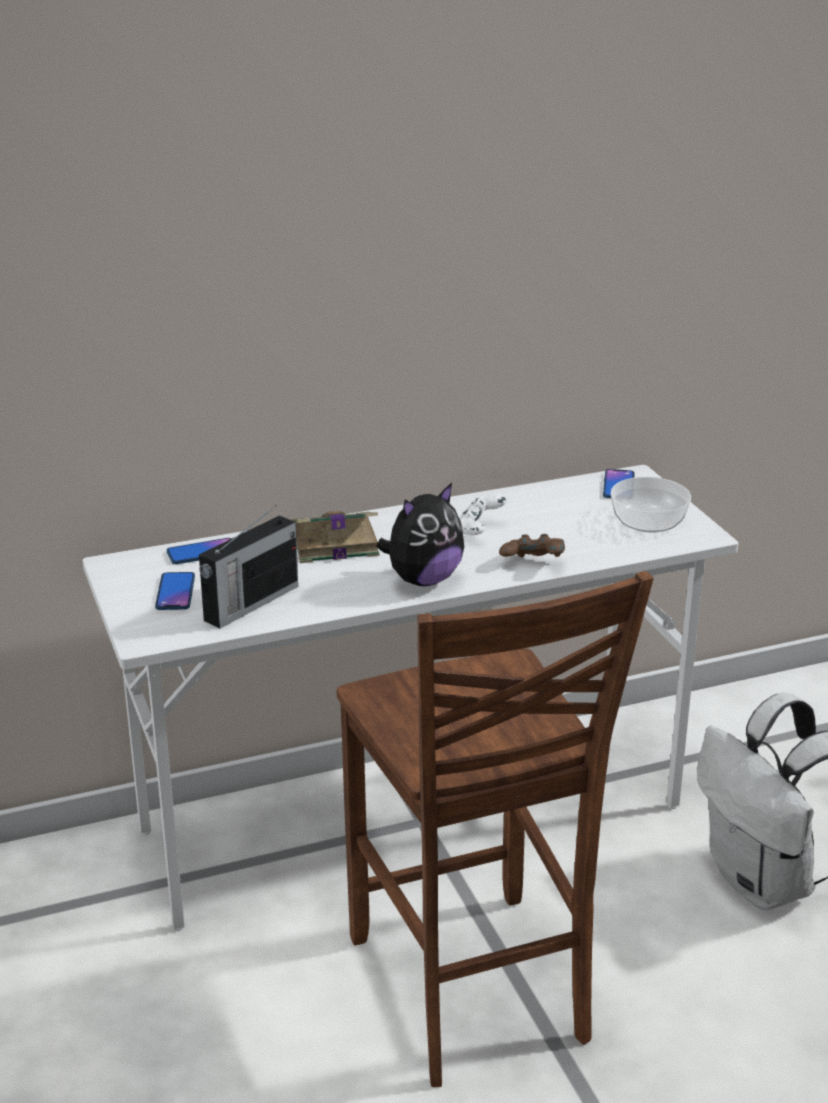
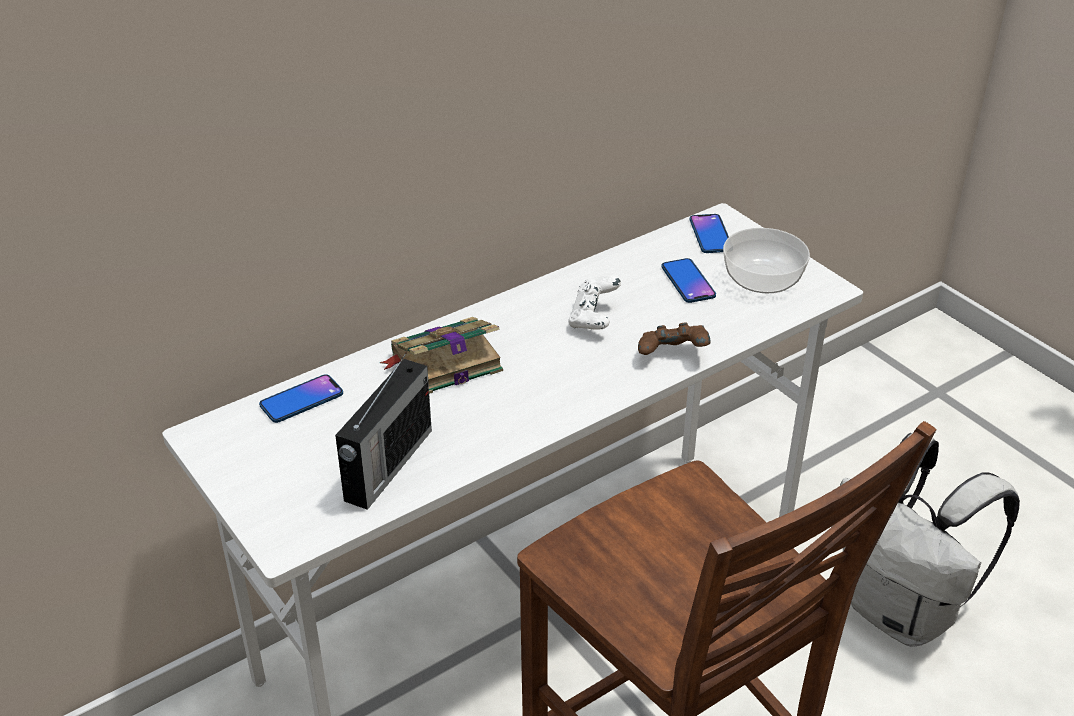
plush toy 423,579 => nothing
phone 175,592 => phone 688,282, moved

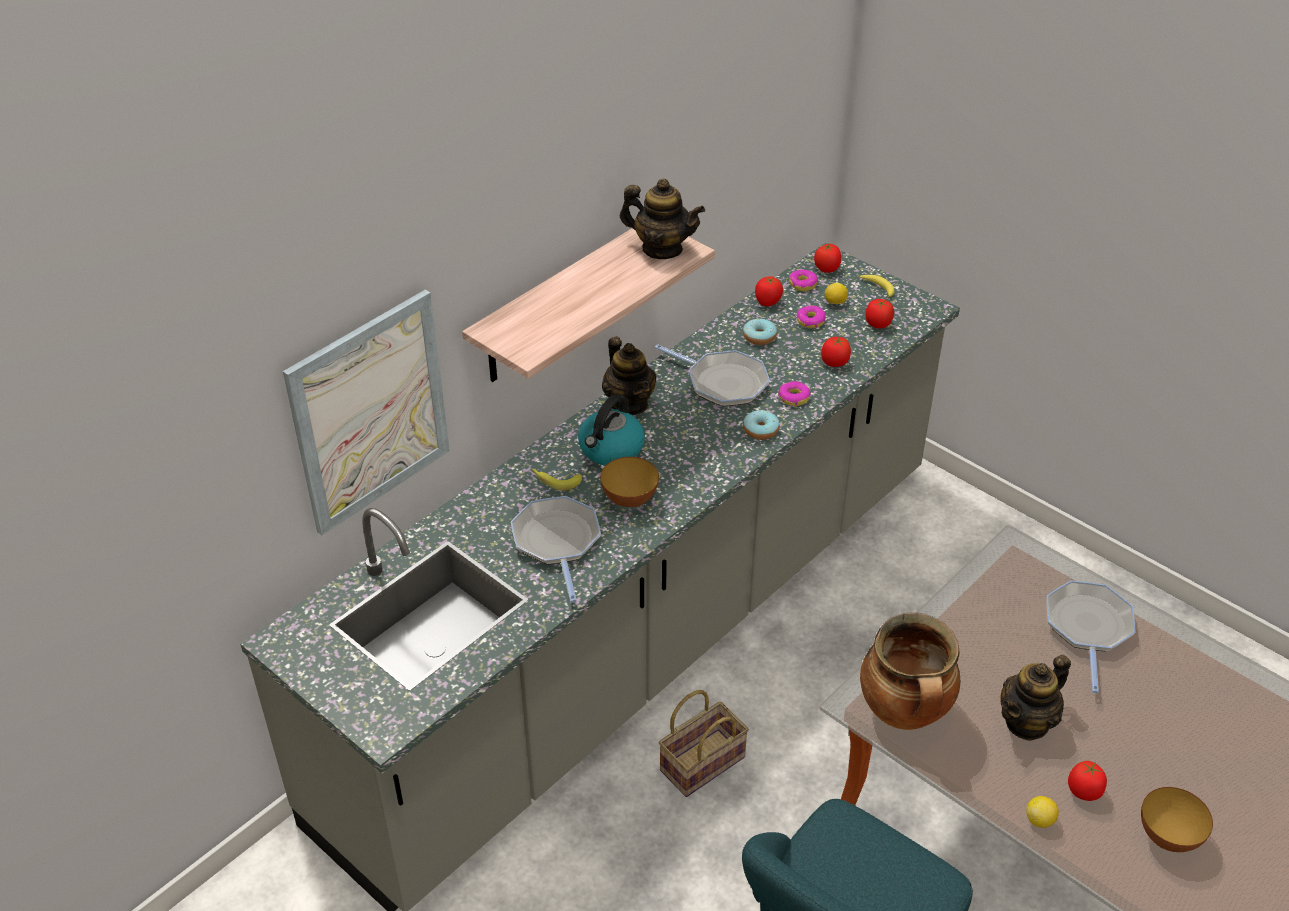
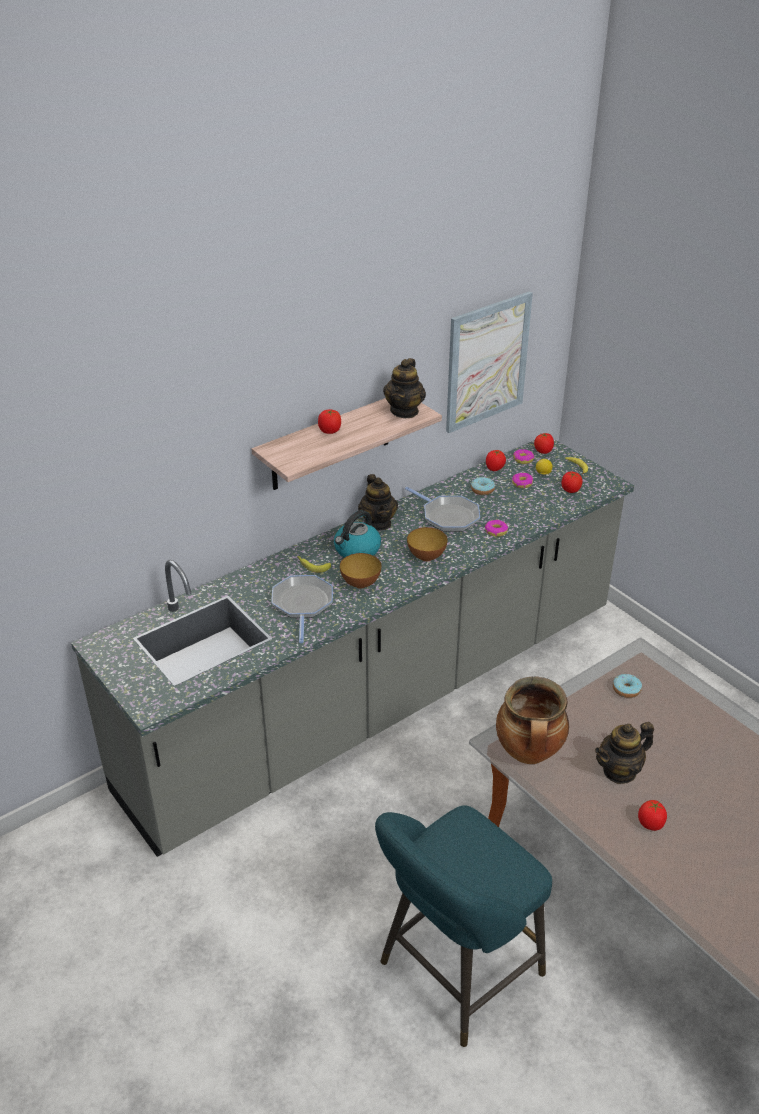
teapot 662,249 => teapot 404,411, 75 degrees clockwise
picture 370,412 => picture 487,362, moved
tomato 834,363 => tomato 329,431, moved
donut 760,430 => donut 626,690, moved
frying pan 1088,628 => nothing
basket 703,761 => nothing
bowl 1168,837 => bowl 426,557, moved
lemon 1040,820 => nothing

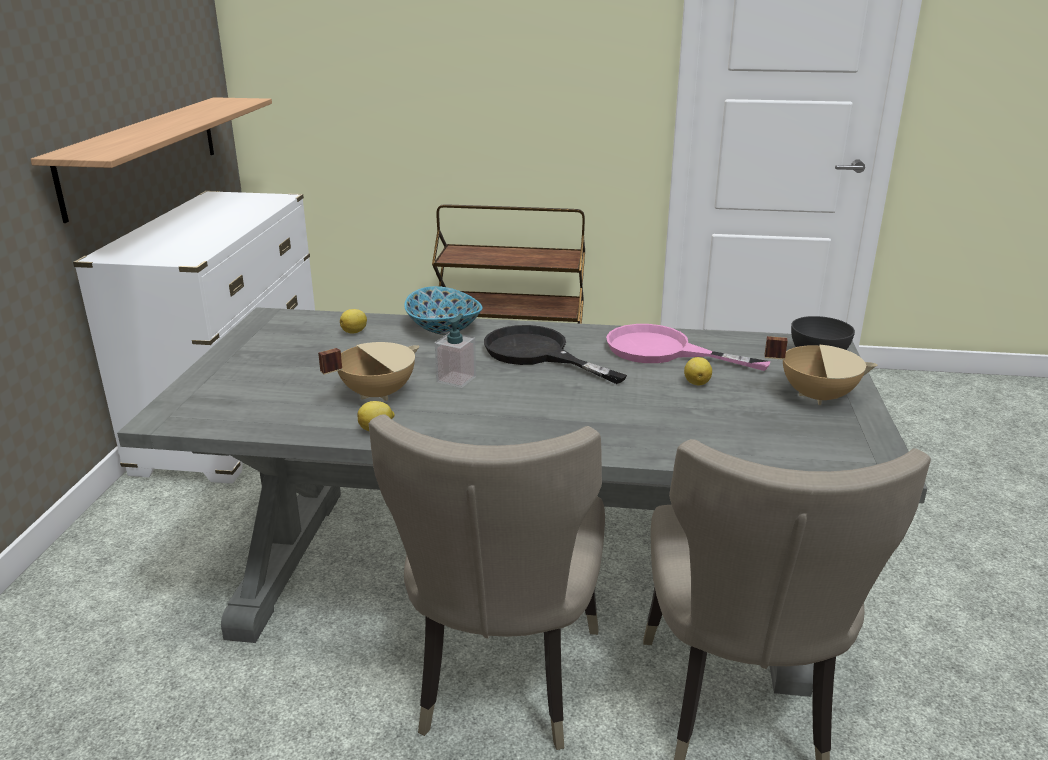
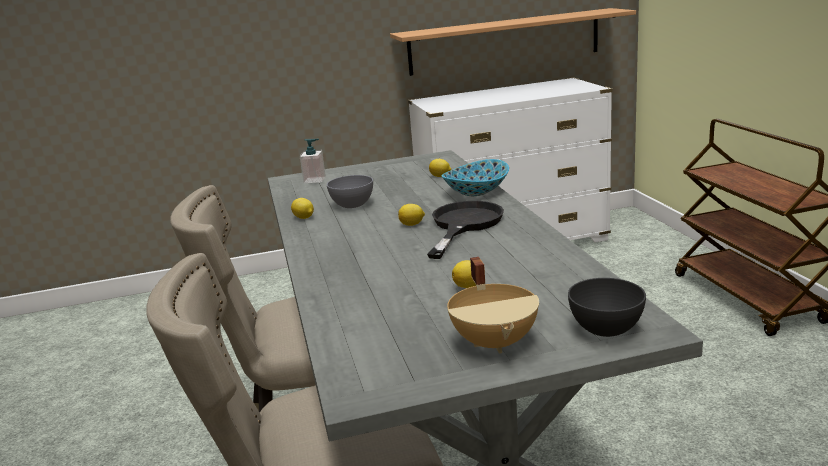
soap dispenser 456,379 => soap dispenser 314,180, moved
frying pan (pink) 662,351 => nothing
cooking pot (beige) 376,393 => bowl (grey) 352,205
nothing => lemon 412,224

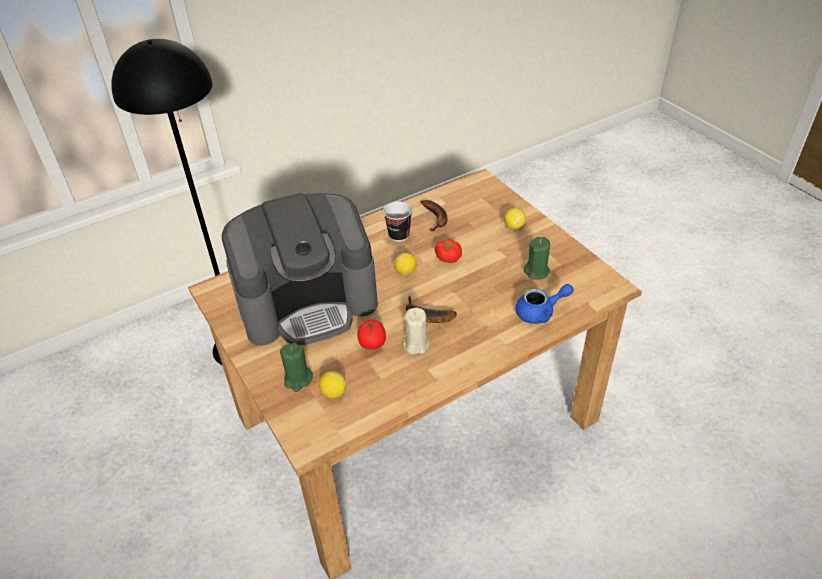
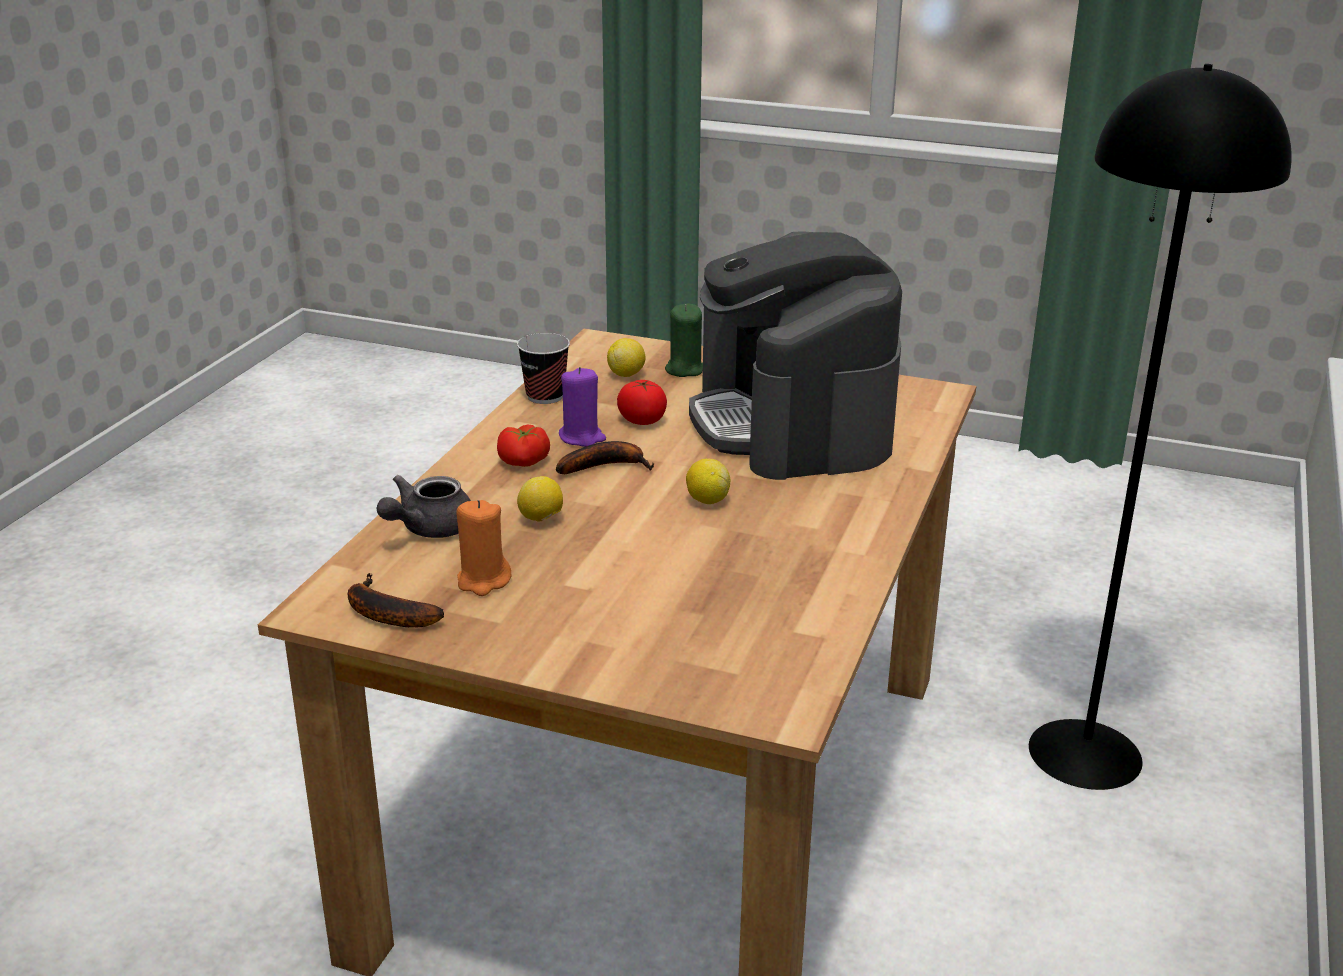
coffee machine 308,302 => coffee machine 792,424, 45 degrees counterclockwise
banana 436,218 => banana 384,613, moved
cup 399,235 => cup 545,396, moved
lemon 514,226 => lemon 541,519, moved
candle (green) 537,272 => candle (orange) 483,581
tomato 448,257 => tomato 524,462, moved
teapot (blue) 540,312 => teapot (grey) 428,529
candle (beige) 415,344 => candle (purple) 582,437

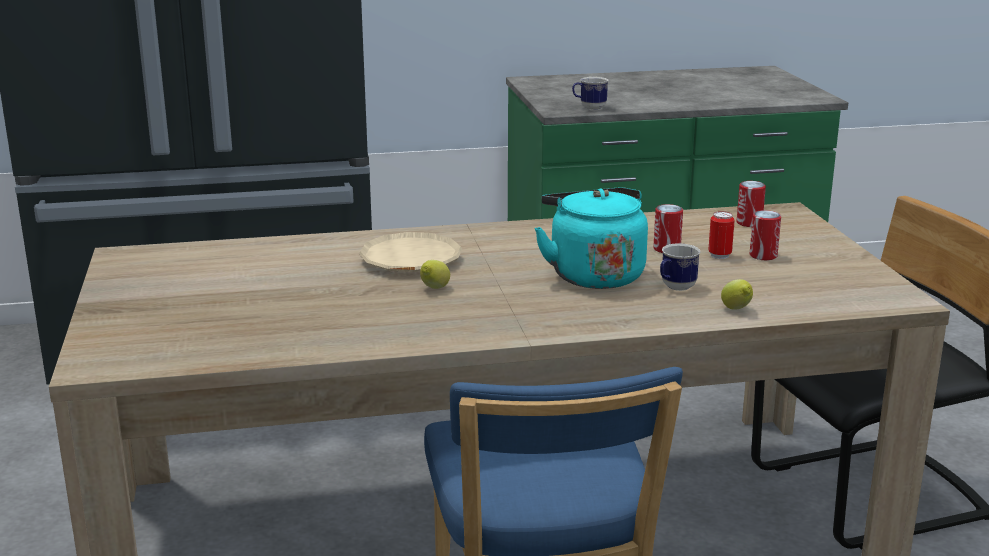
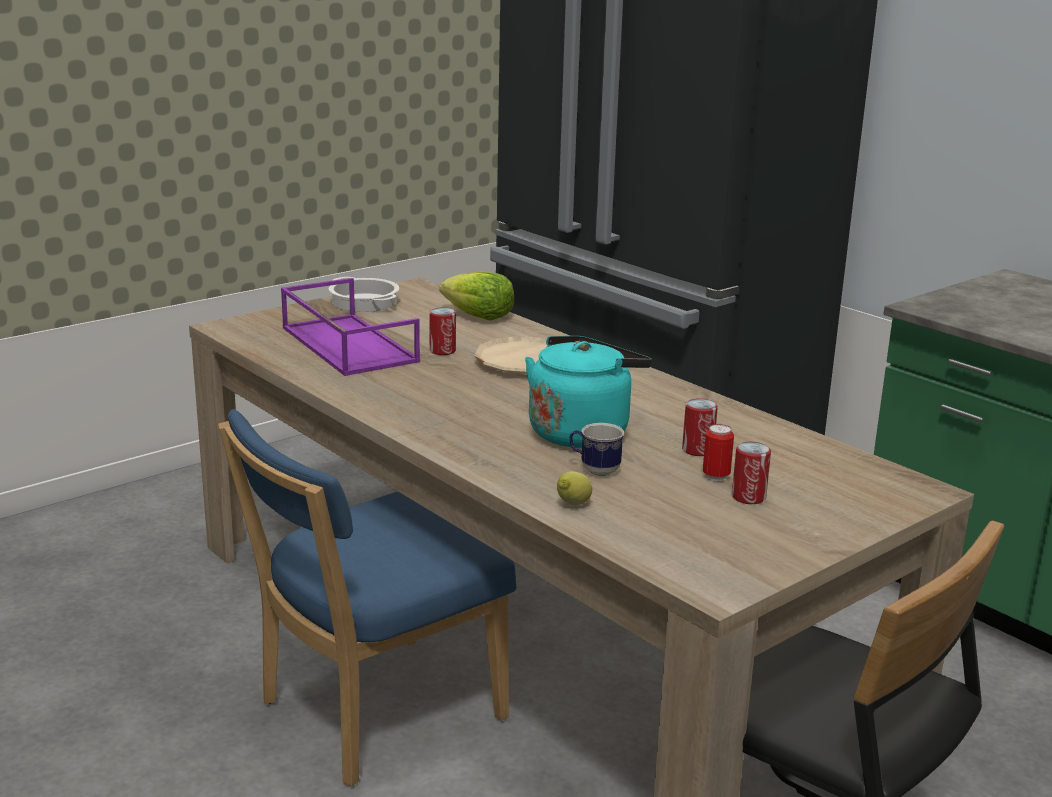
mug 589,108 => nothing
can 749,223 => can 442,351, moved
lemon 434,289 => nothing
nothing => lettuce 478,316
nothing => cooking pot 365,302
nothing => tray (purple) 346,344

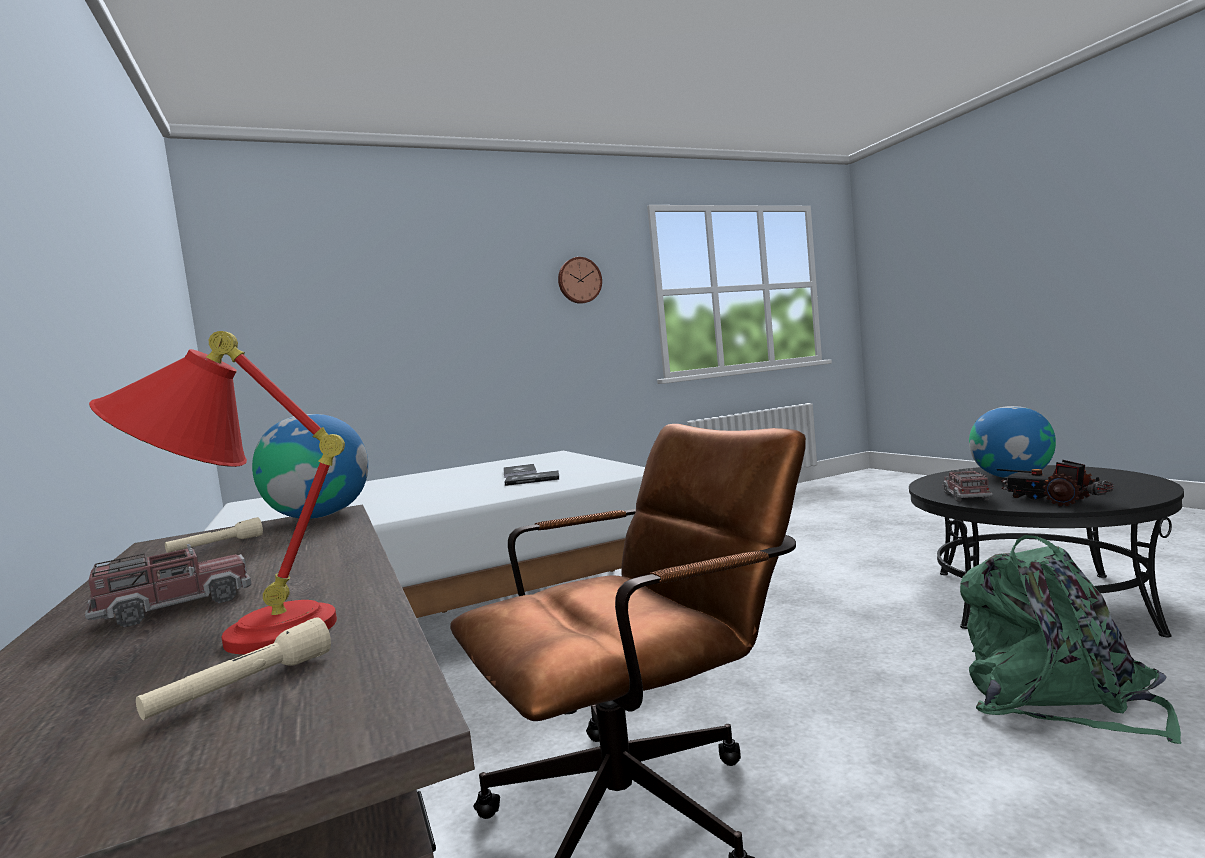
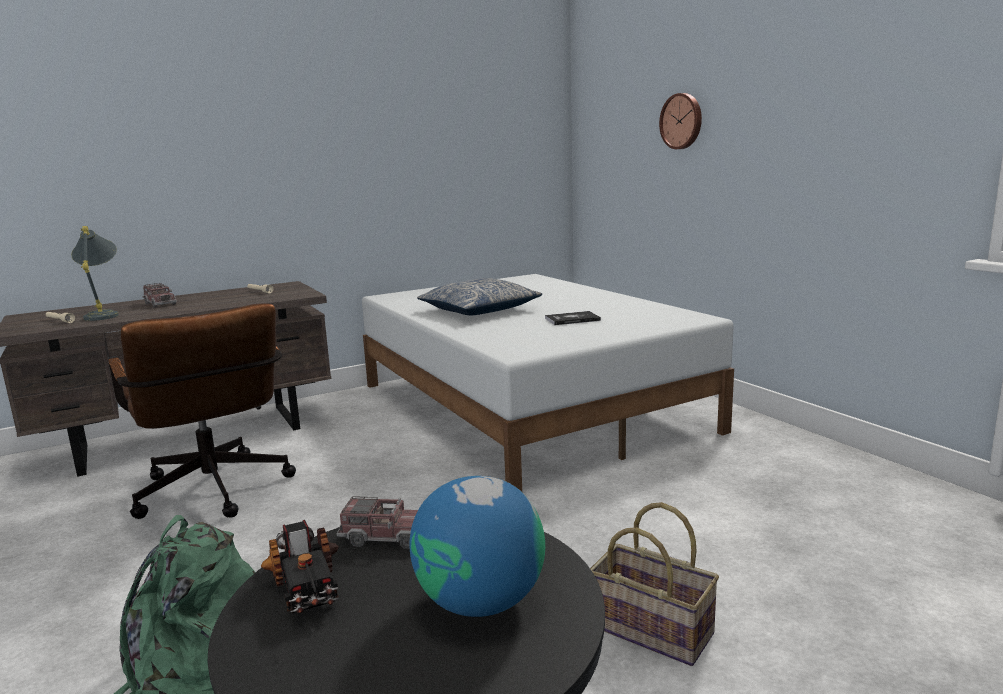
wall clock 579,280 => wall clock 682,121, moved
table lamp (red) 239,638 => table lamp (grey) 104,314
globe 319,516 => nothing
toy truck 1053,500 => toy truck 305,587, 105 degrees clockwise
book 532,479 => nothing
nothing => pillow 479,310
nothing => basket 653,629

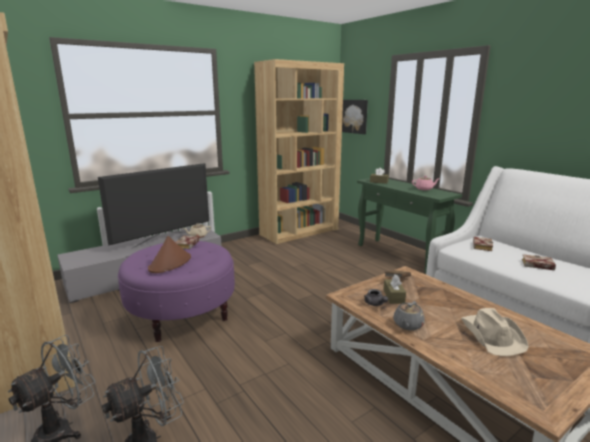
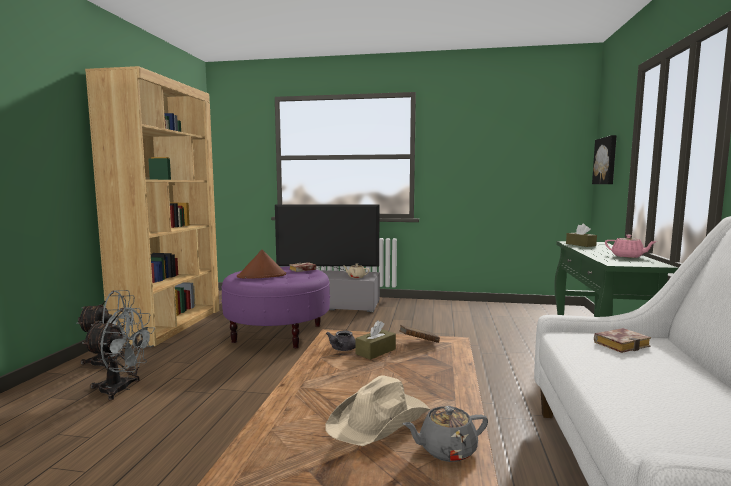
bookcase (brown) 299,232 => nothing
book 536,265 => nothing
teapot (grey) 407,325 => teapot (grey) 446,450, moved

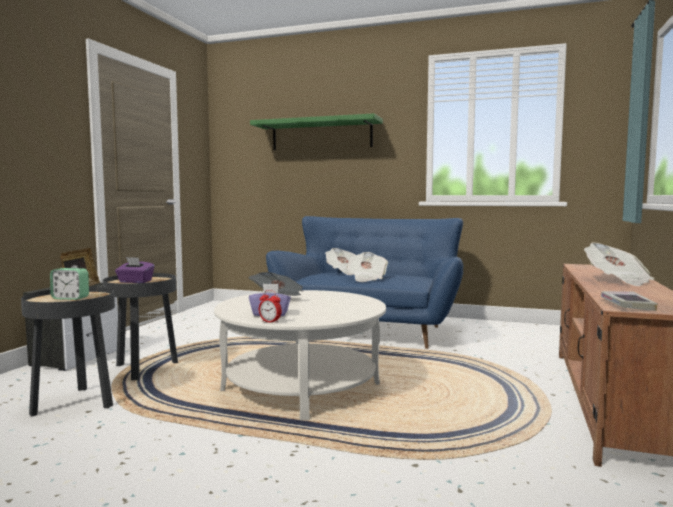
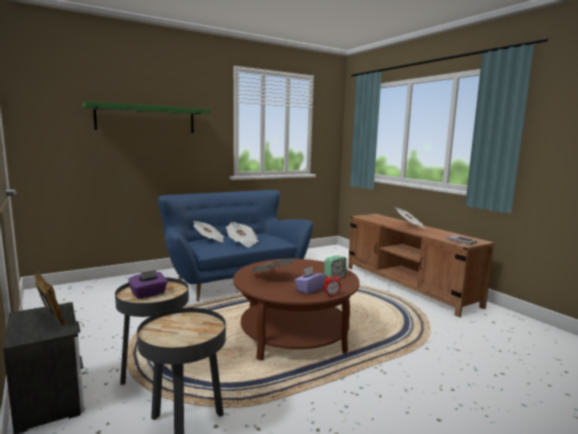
alarm clock 70,298 => alarm clock 335,276, moved
coffee table (white) 301,387 => coffee table (brown) 294,334

